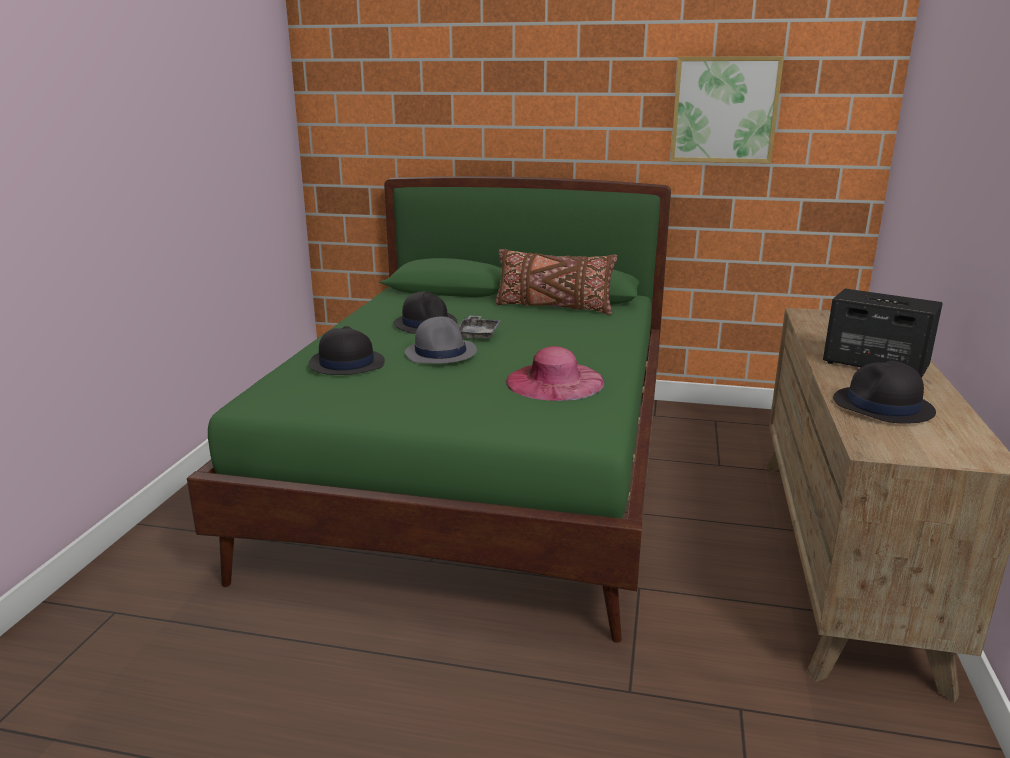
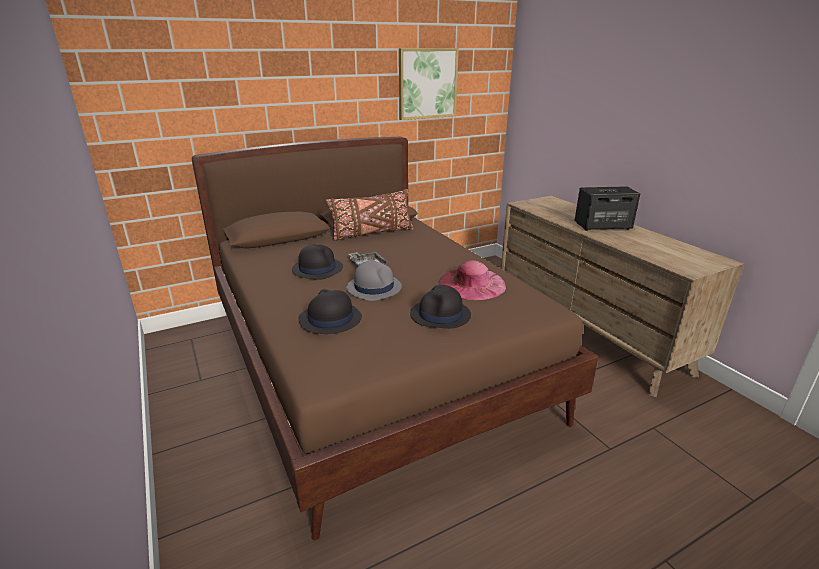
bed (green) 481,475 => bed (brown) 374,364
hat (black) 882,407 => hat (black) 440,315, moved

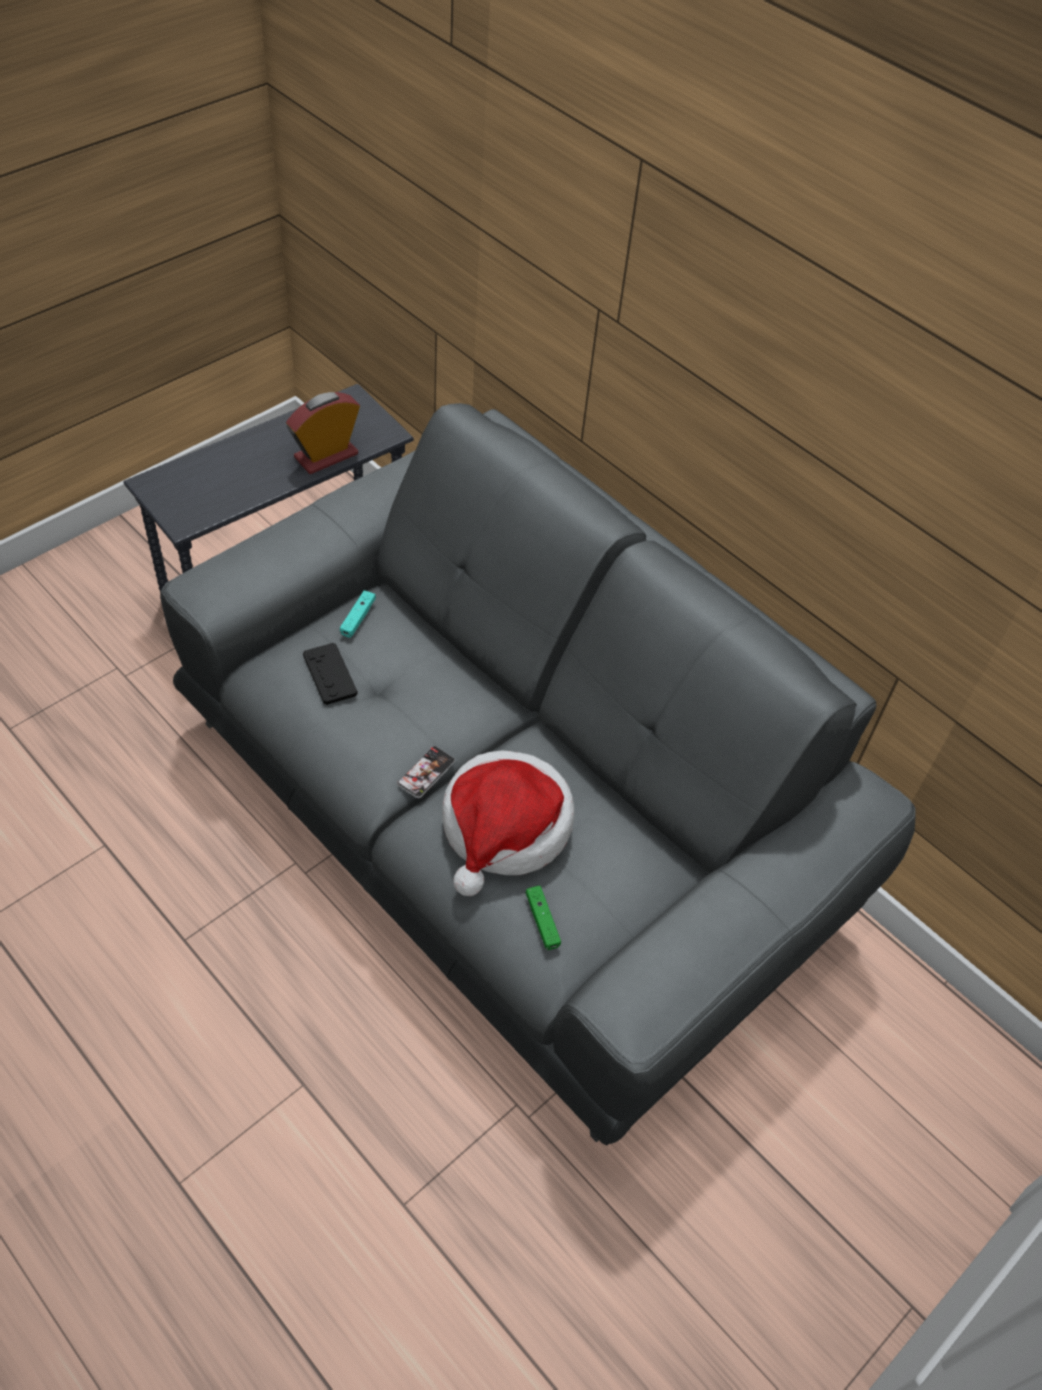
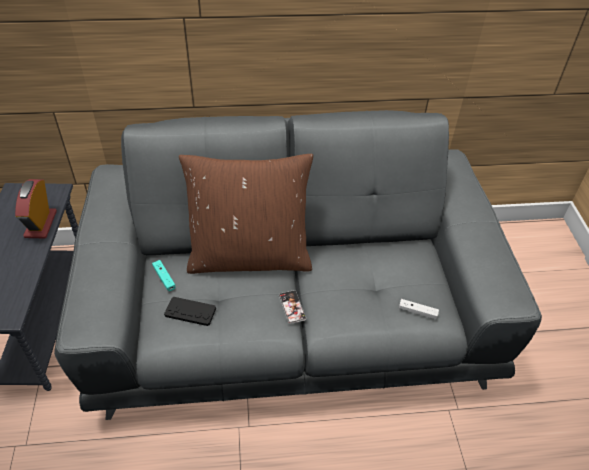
hat 504,828 => nothing
game controller (green) 542,921 => game controller (white) 417,312
nothing => pillow (brown) 249,256

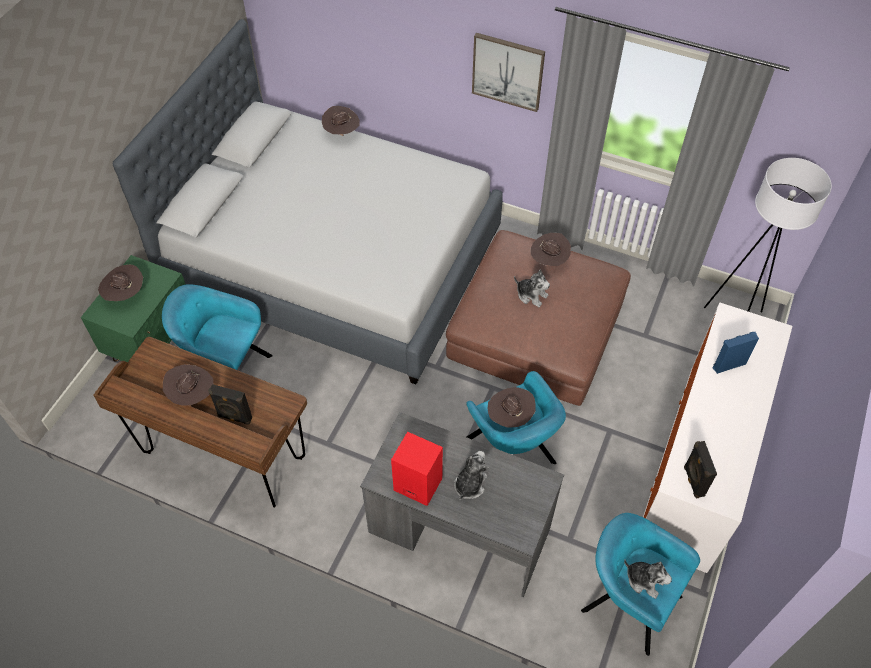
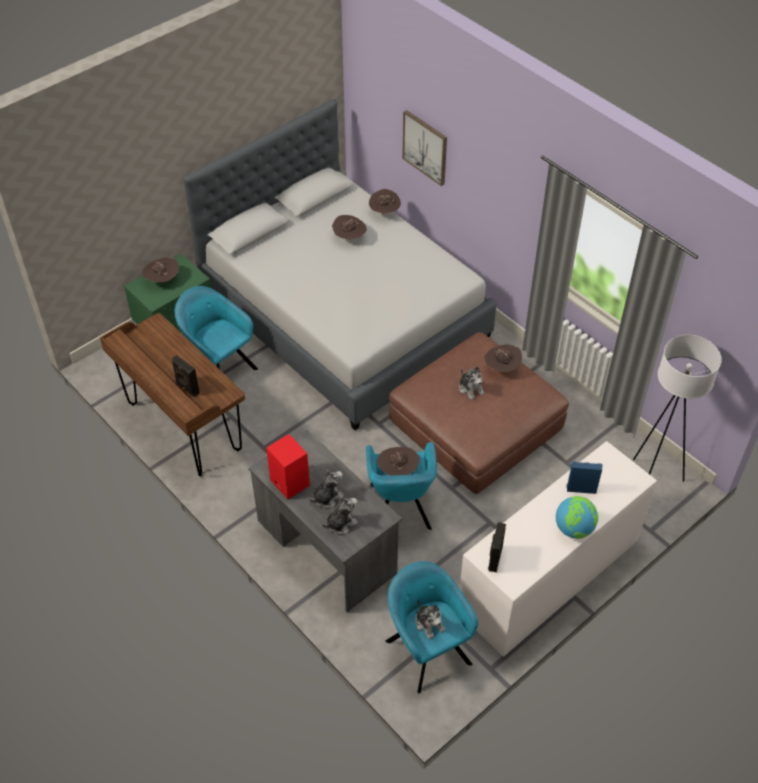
picture 508,71 => picture 425,147, moved
hat (brown) 192,395 => hat (brown) 349,238, moved
nothing => plush toy 341,523
nothing => globe 574,529

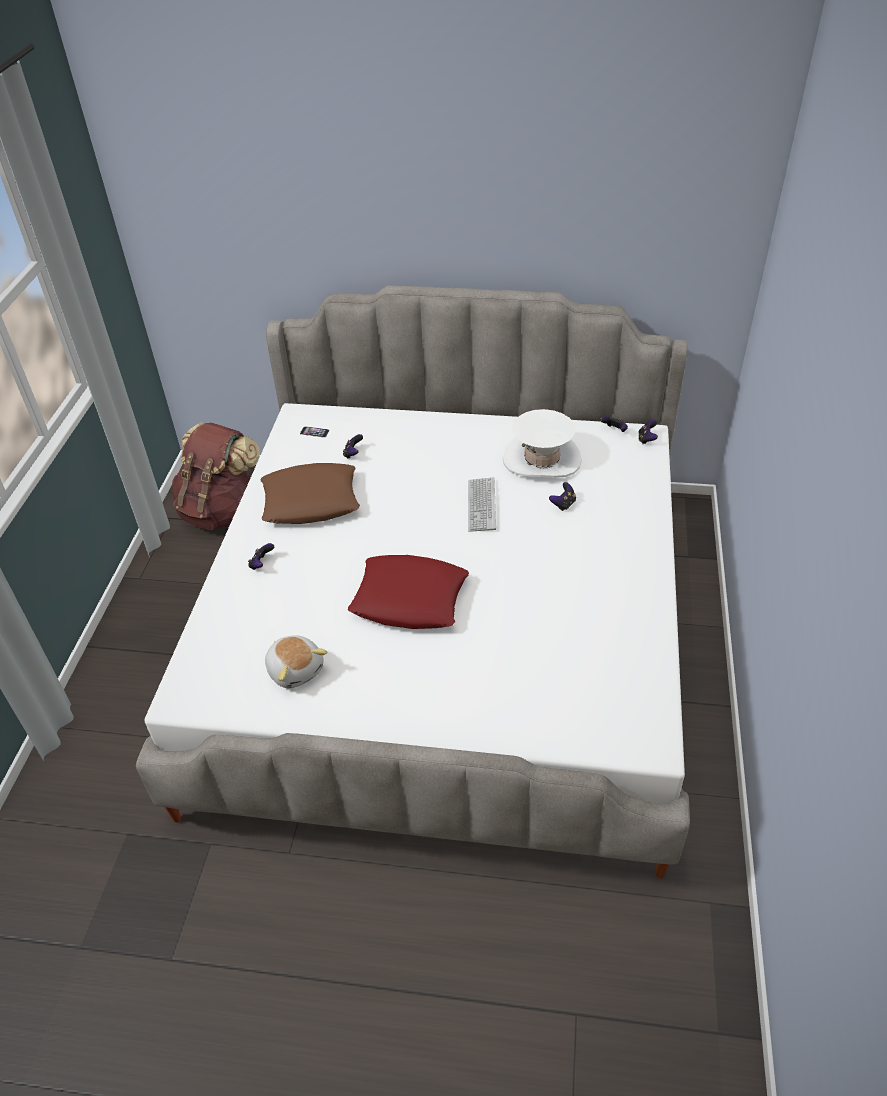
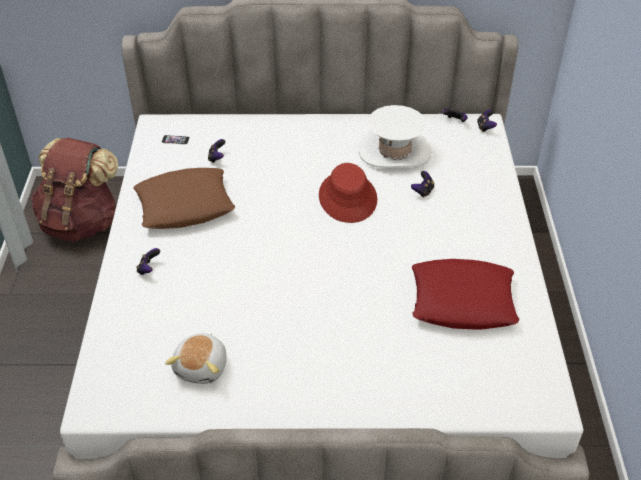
keyboard 481,505 => hat (red) 348,197
pillow (red) 410,599 => pillow (red) 462,301, moved
plush toy 296,669 => plush toy 202,367, 60 degrees clockwise

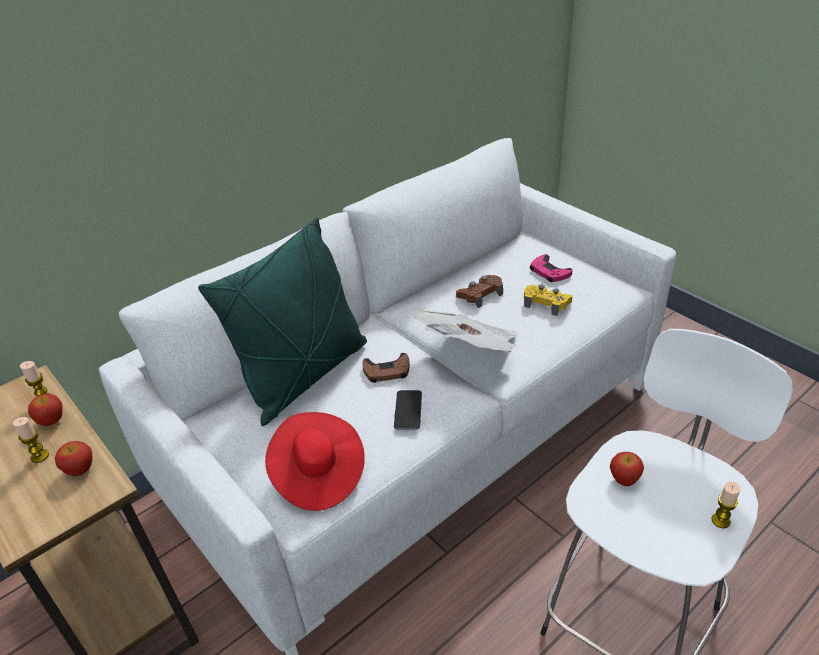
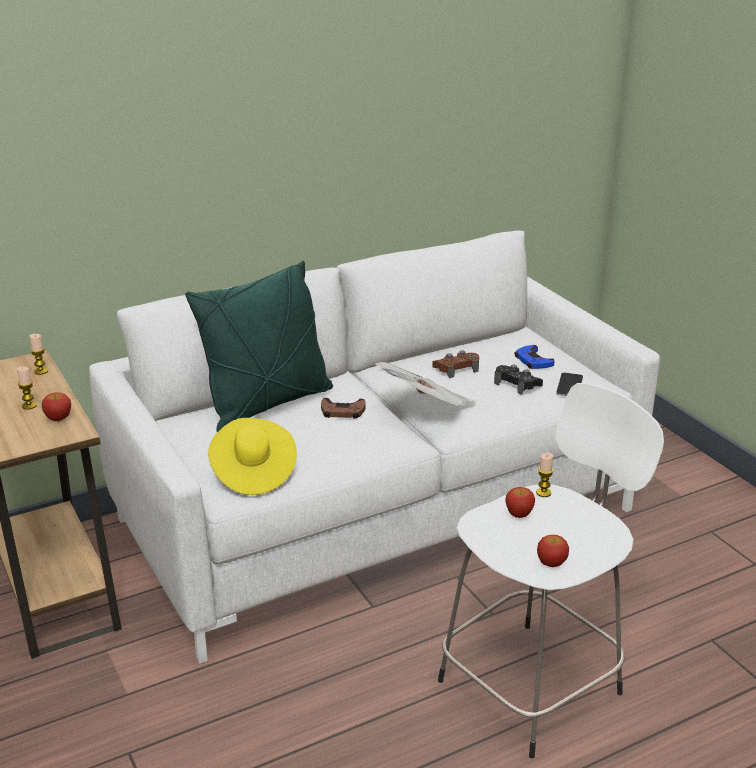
game controller (pink) 549,272 => game controller (blue) 533,361
game controller (yellow) 546,303 => game controller (black) 517,384
phone 408,410 => phone 569,385, moved
apple 51,420 => apple 551,563, moved
hat (red) 317,475 => hat (yellow) 252,473
candle 720,521 => candle 543,493, moved

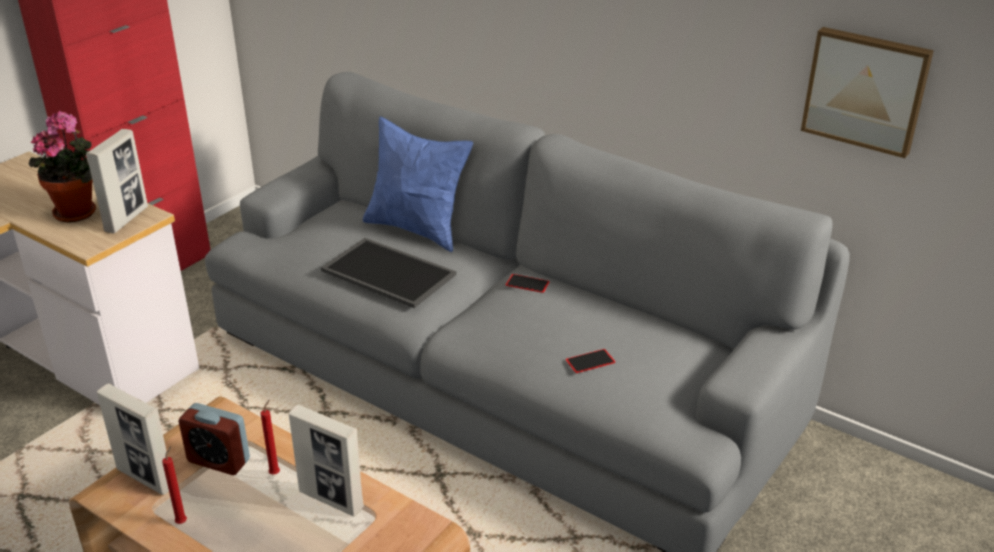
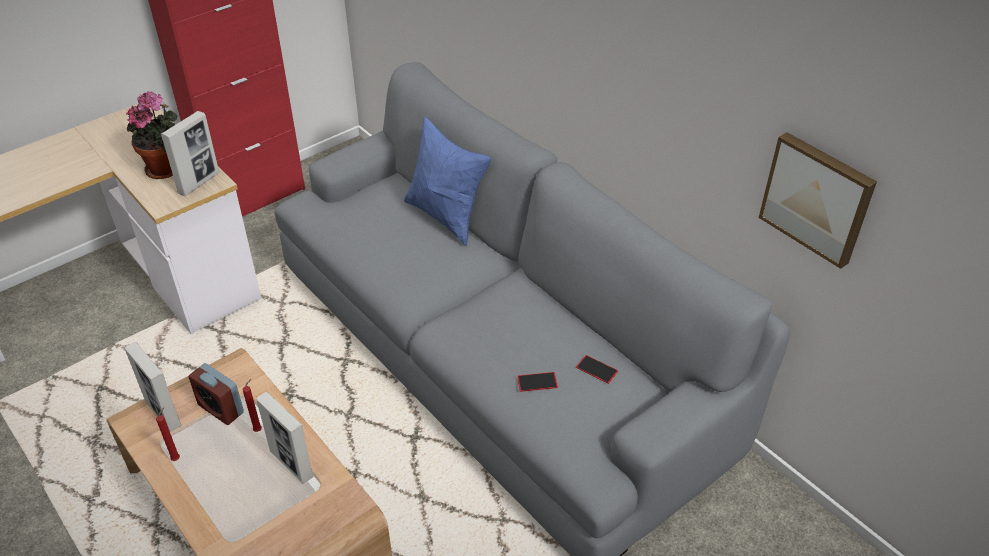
tray 390,272 => nothing
phone 527,283 => phone 596,369, moved

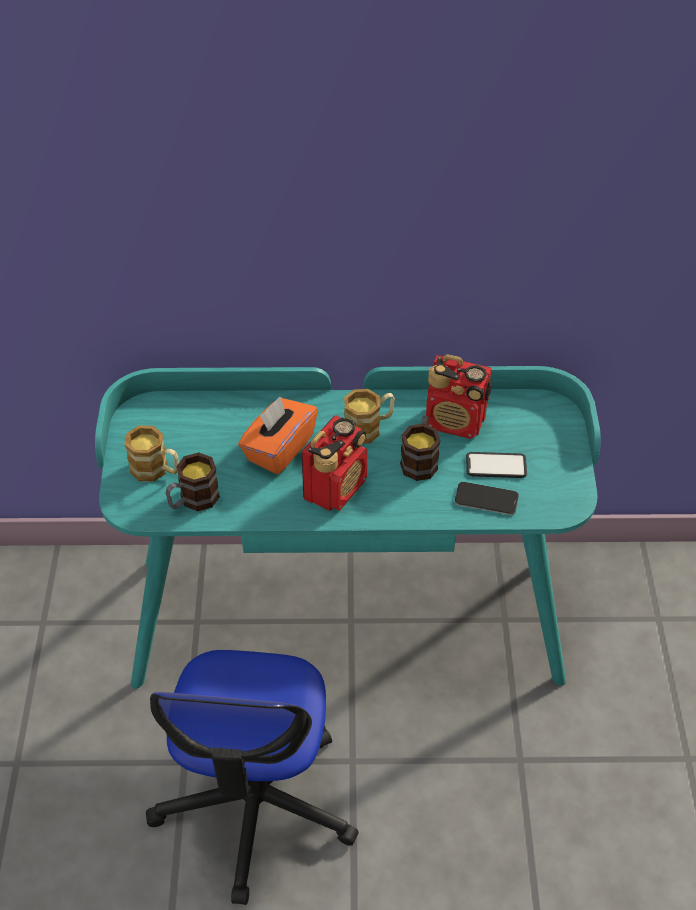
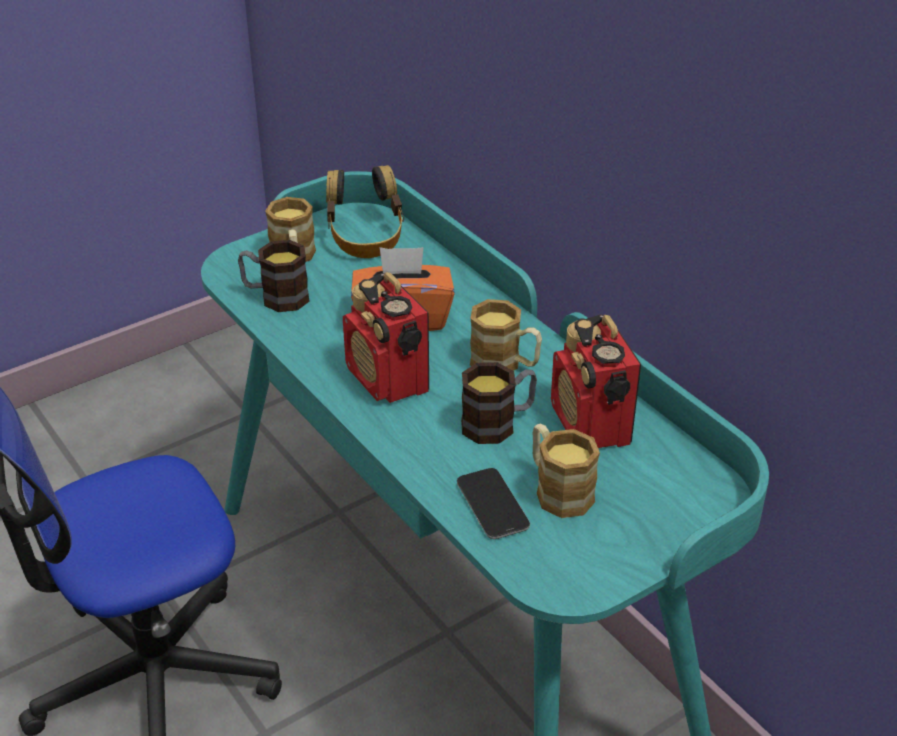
radio 336,488 => radio 388,380, 60 degrees clockwise
phone 496,466 => mug 557,489
nothing => headphones 365,237

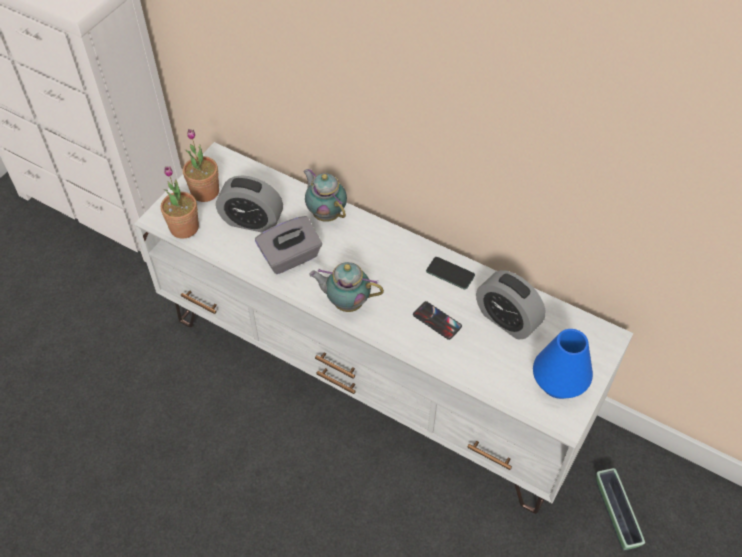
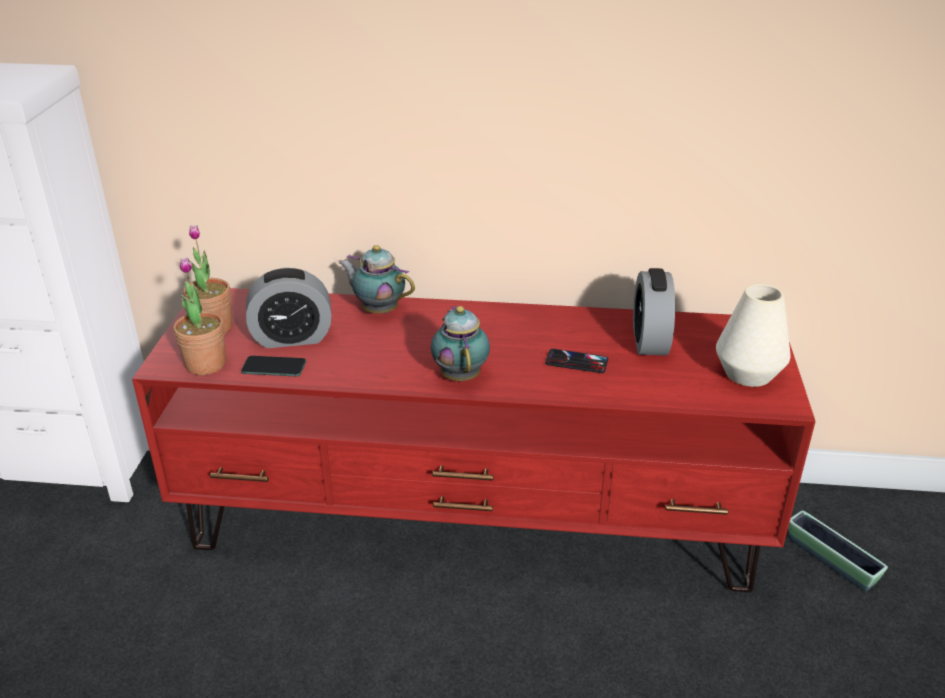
tv stand (white) 373,372 => tv stand (red) 475,520
tissue box (grey) 290,257 => nothing
phone 450,273 => phone 274,367, moved
teapot 346,302 => teapot 460,375, 90 degrees clockwise
alarm clock 507,320 => alarm clock 649,341, 75 degrees clockwise
vase (blue) 559,382 => vase (white) 748,373

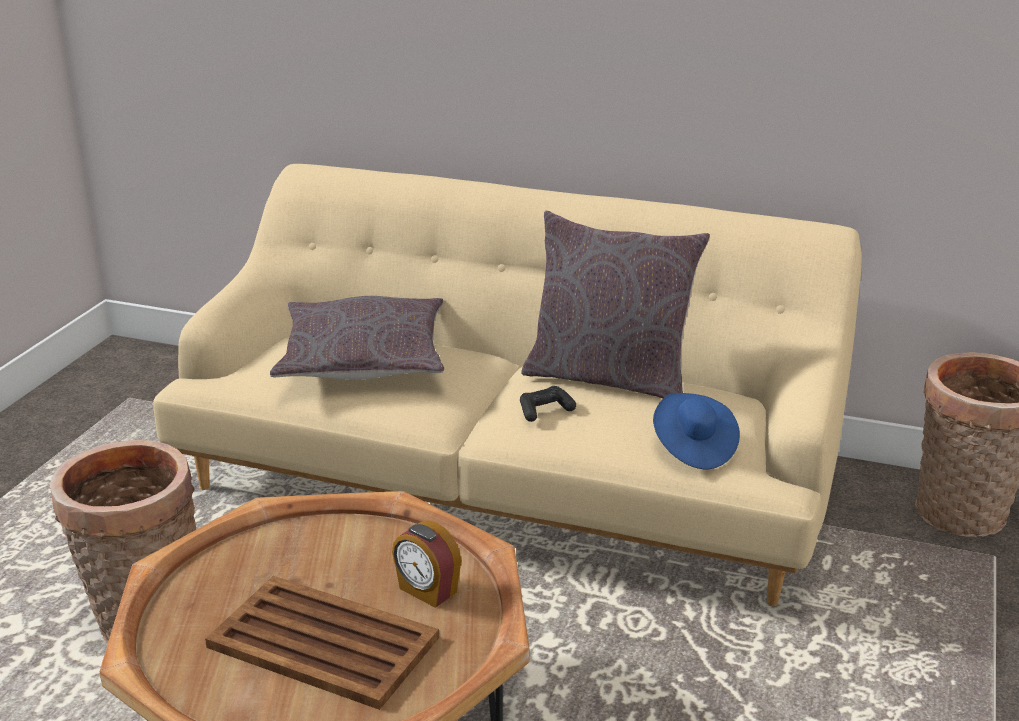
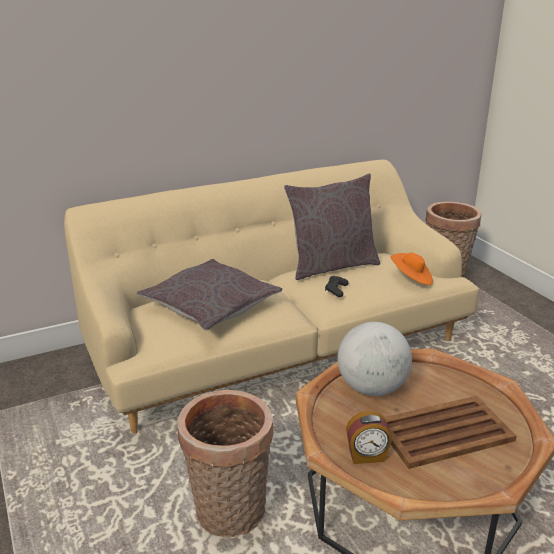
hat (blue) 693,448 => hat (orange) 411,279
alarm clock 427,591 => alarm clock 367,456, moved
nothing => globe 371,388

